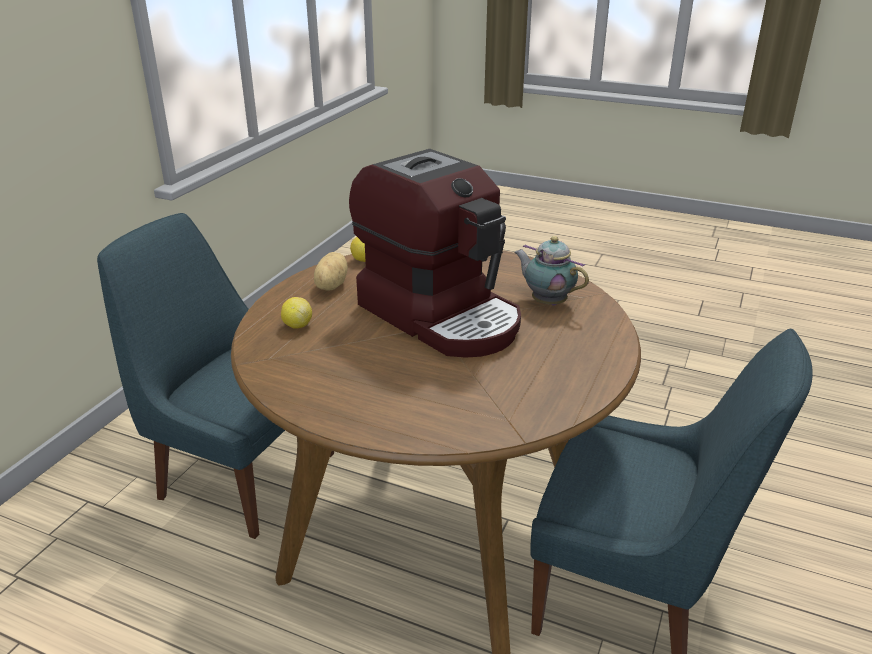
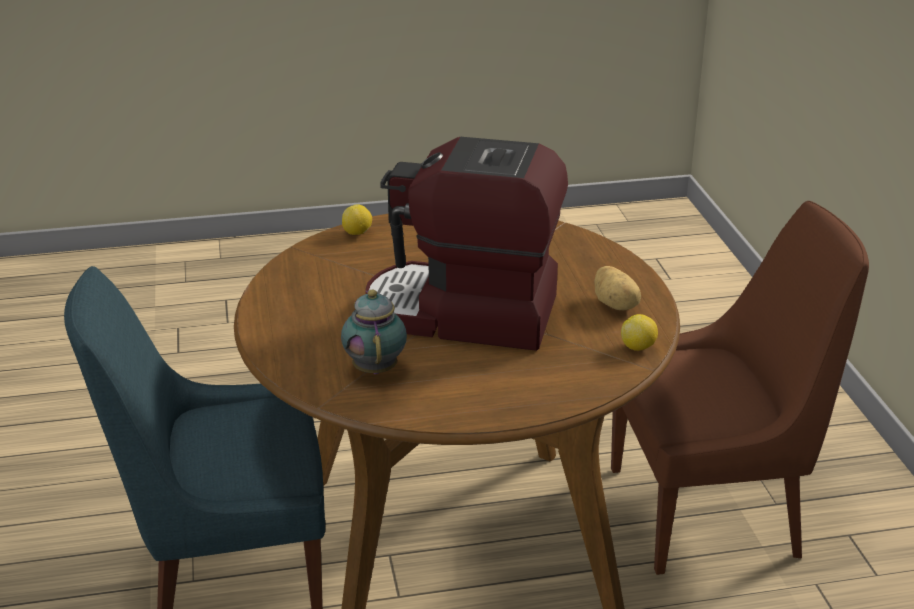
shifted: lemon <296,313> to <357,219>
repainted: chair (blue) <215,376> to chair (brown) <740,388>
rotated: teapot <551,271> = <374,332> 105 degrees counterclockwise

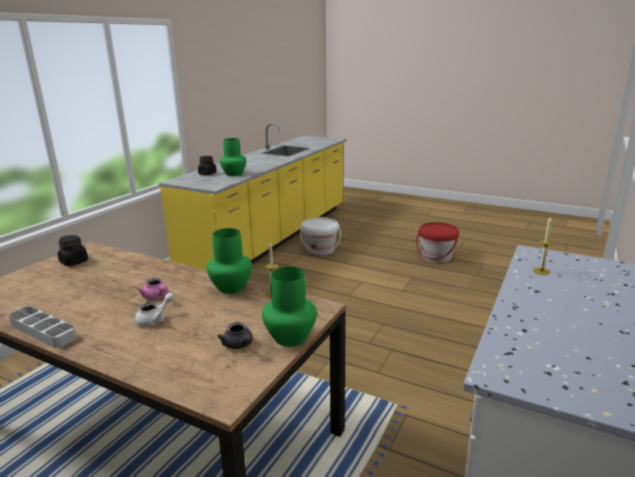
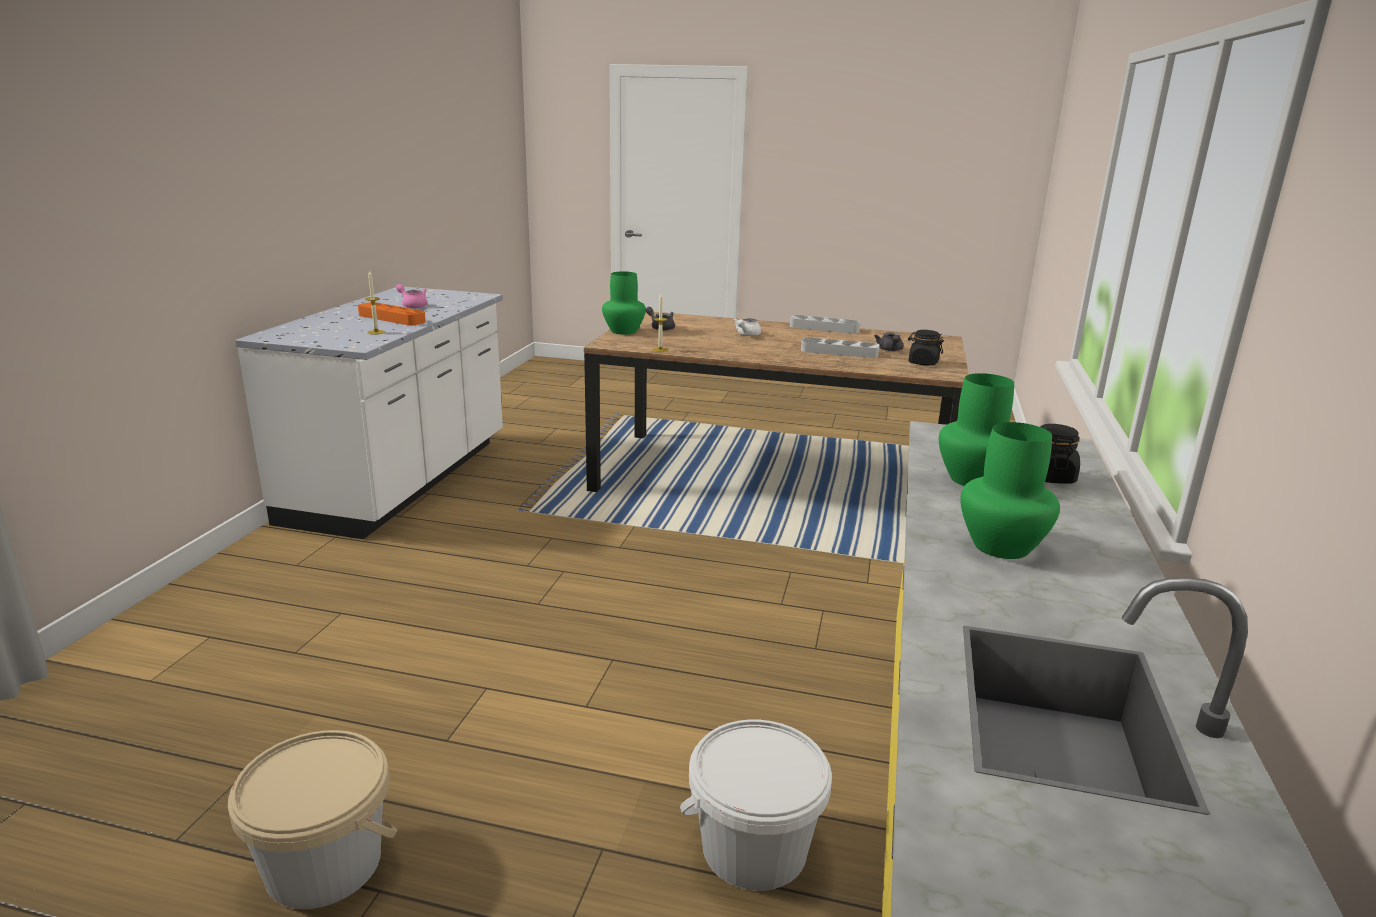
new: tray (orange) <392,314>; tray (grey) <840,347>; teapot (grey) <888,342>
shifted: teapot (pink) <152,289> to <412,296>; vase (green) <229,261> to <1010,490>
repainted: bucket (red) <437,242> to bucket (beige) <312,819>

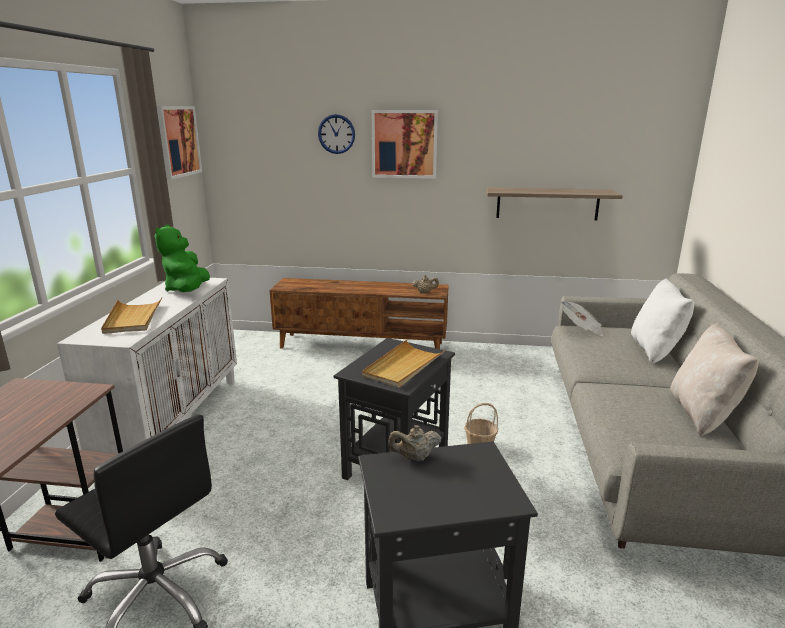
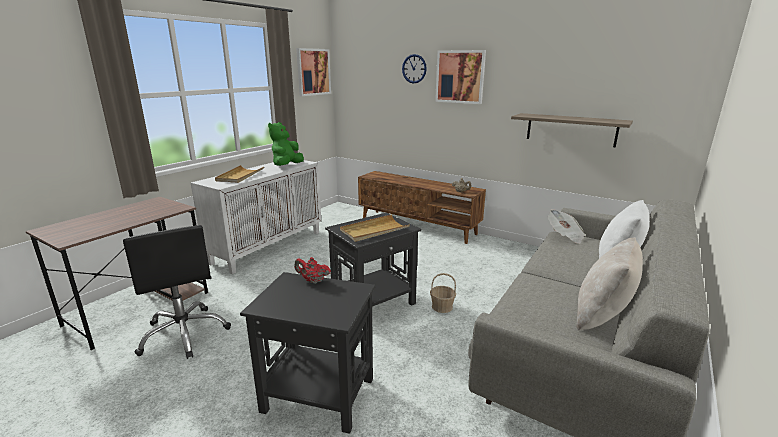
repainted: teapot (beige) <414,443> to teapot (red) <312,270>

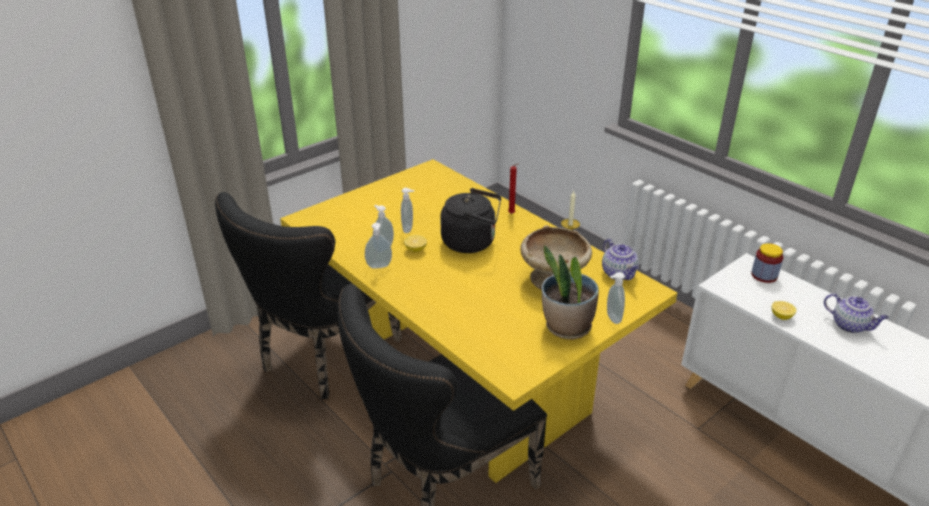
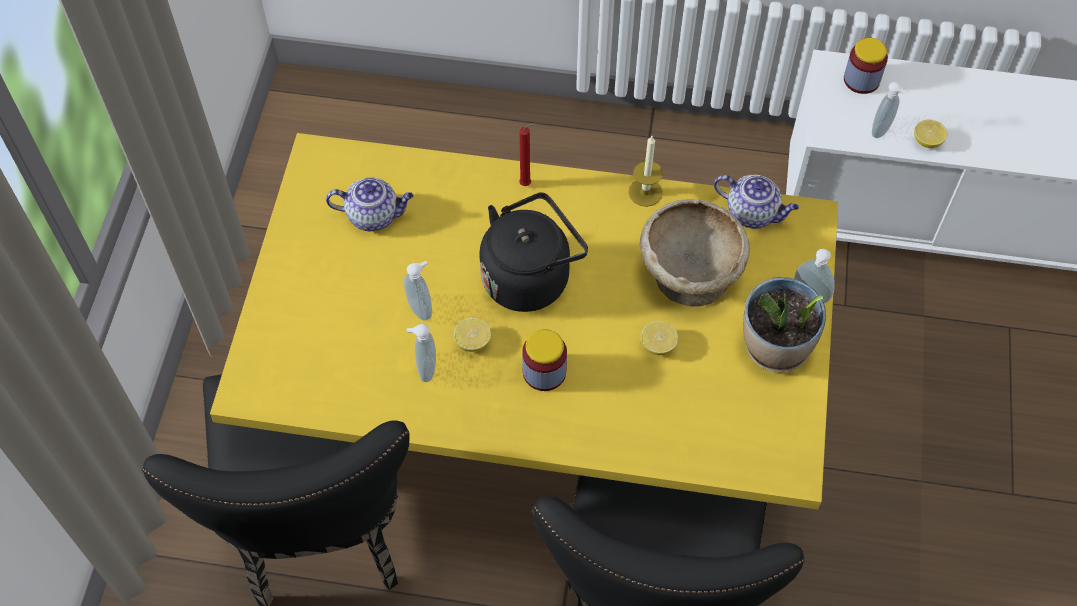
new: jar <544,360>; lemon <659,338>
shifted: soap dispenser <378,246> to <889,110>; teapot <856,313> to <370,204>

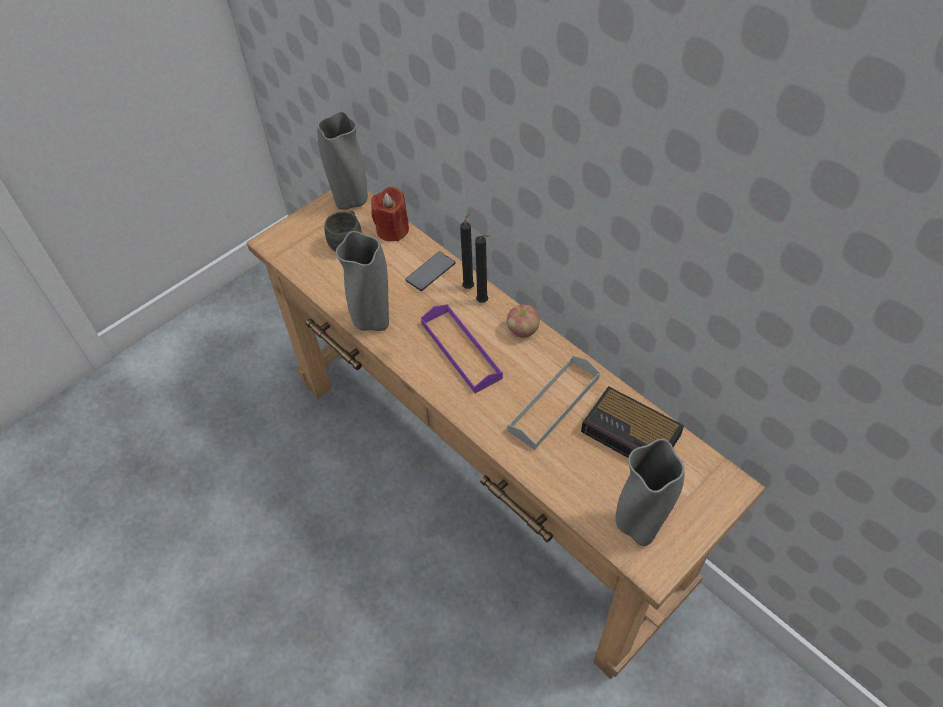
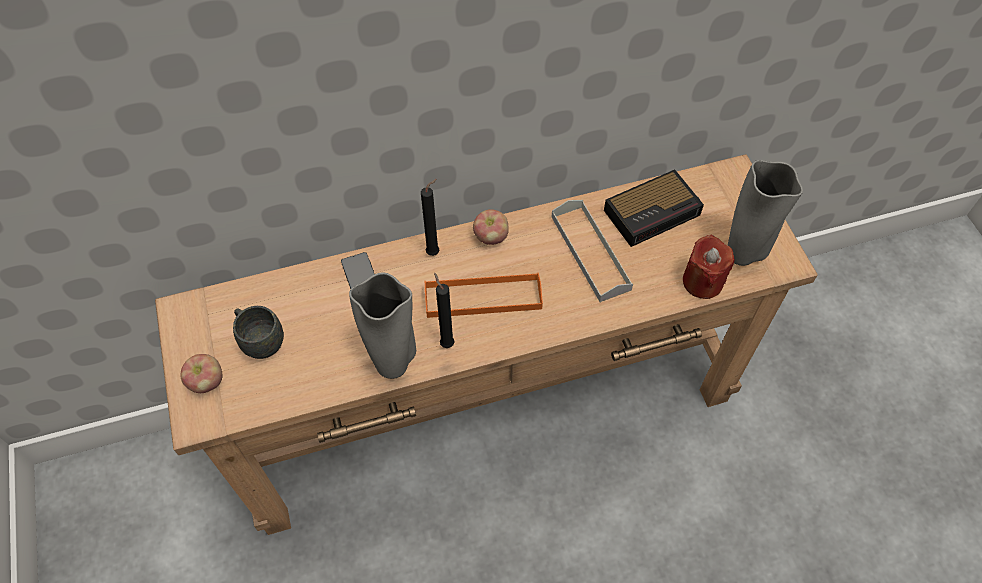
gone: vase (grey) <342,160>
new: apple <201,373>
shifted: candle (red) <390,214> to <709,267>; candle (black) <467,250> to <444,310>
repainted: tray (purple) <462,348> to tray (orange) <484,295>

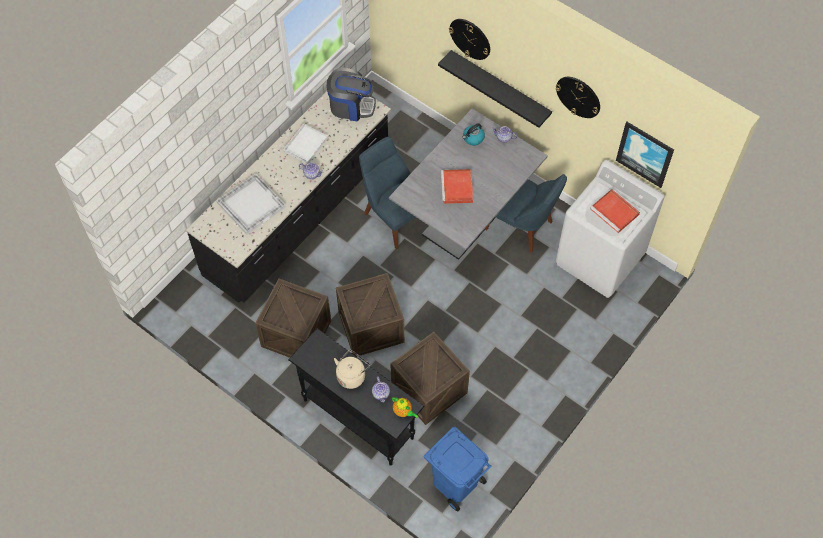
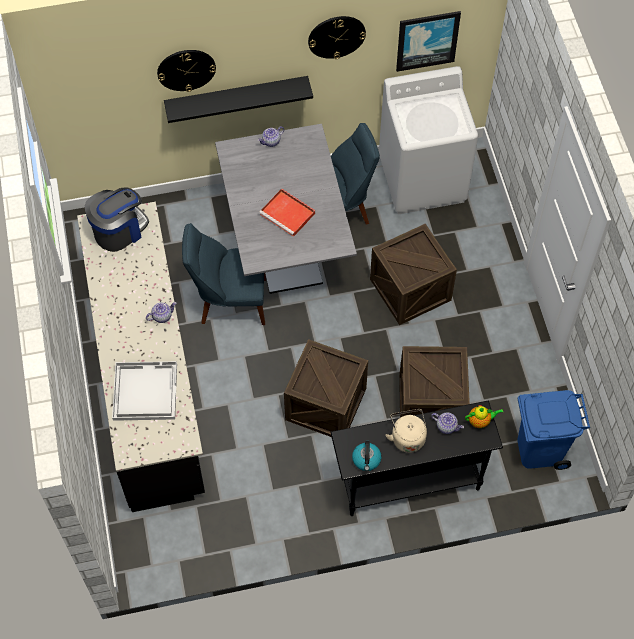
gone: tray (white) <305,143>; tray (red) <615,211>
shifted: crate <293,318> to <413,274>; kettle <474,134> to <367,456>

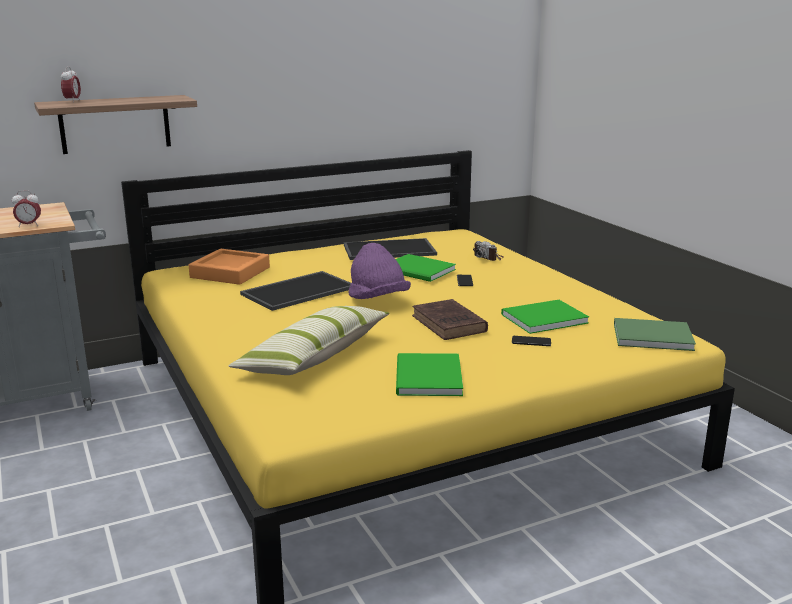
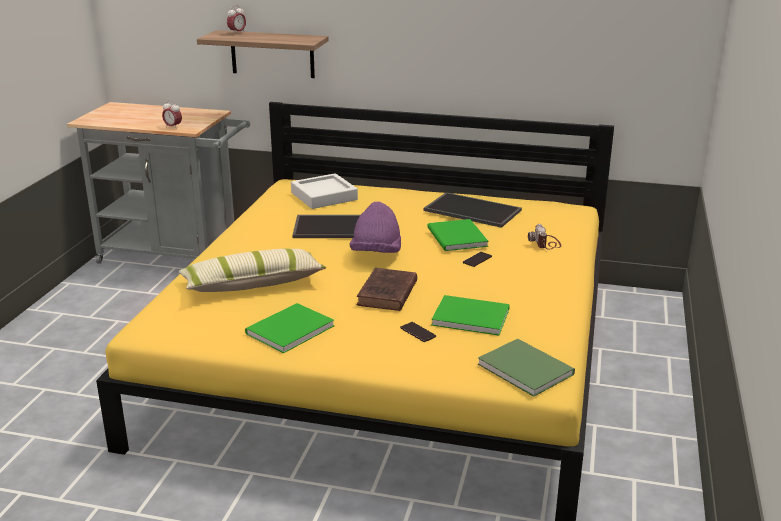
repainted: tray (orange) <229,267> to tray (grey) <324,191>

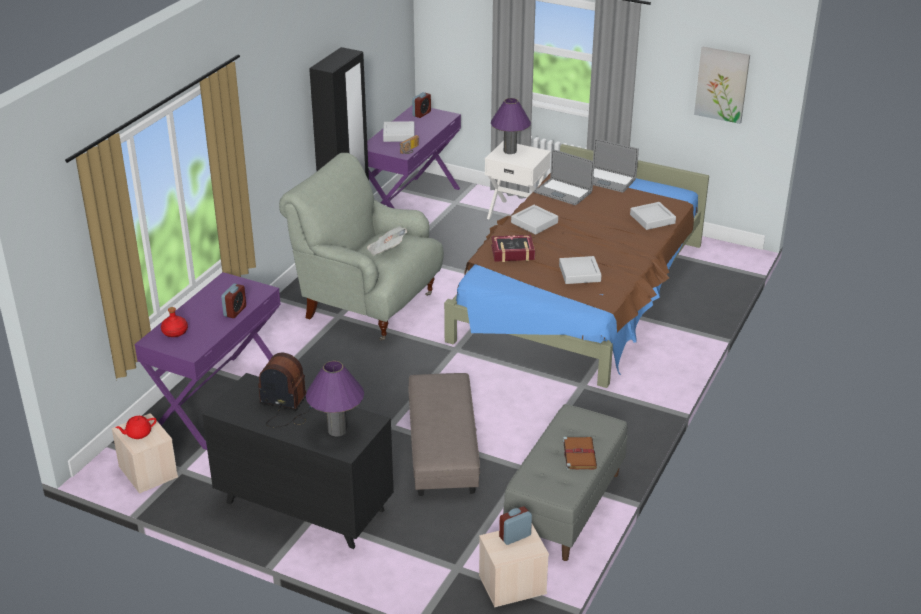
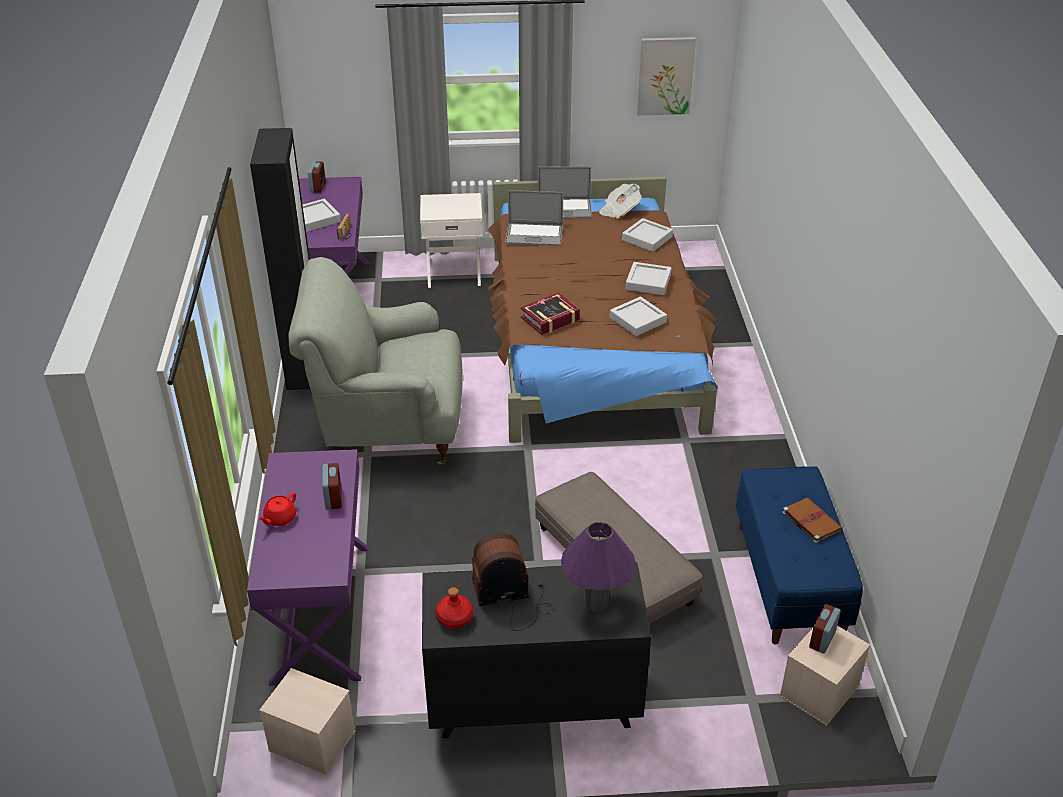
gone: table lamp (purple) <511,126>
shifted: teapot (red) <136,427> to <277,509>; bottle (red) <174,322> to <454,608>; newspaper <387,241> to <620,201>; tray (grey) <534,220> to <648,278>
repainted: bench (grey) <565,482> to bench (blue) <799,555>

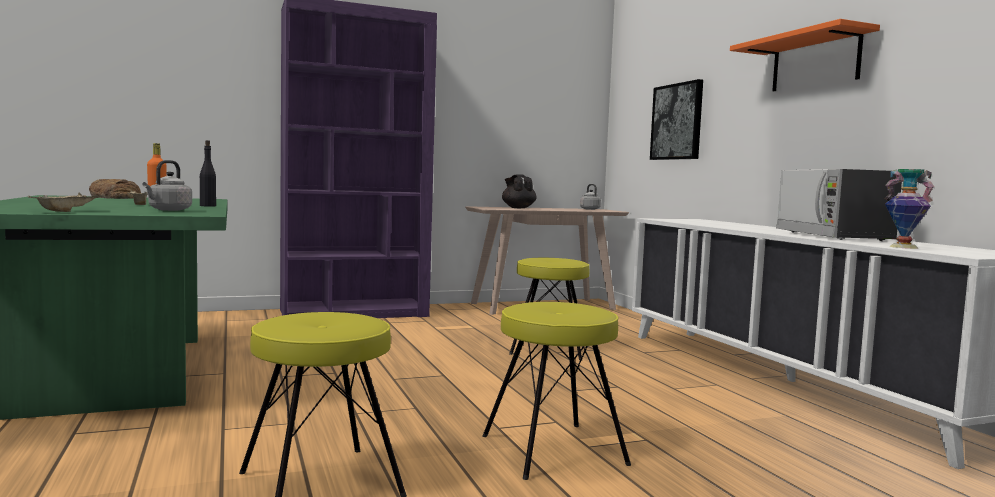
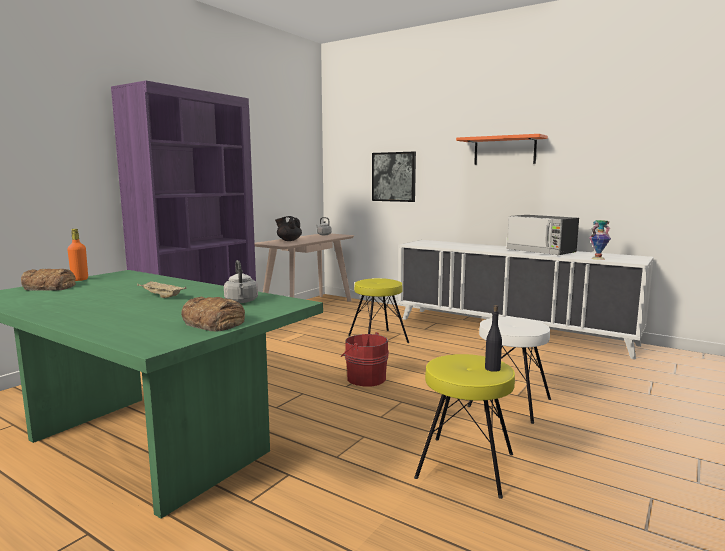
new: bucket (red) <365,359>
shifted: bottle (black) <208,173> to <493,338>
swapped: tray (beige) <66,202> to bread <213,314>
repainted: stool (yellow) <557,391> to stool (white) <509,370>

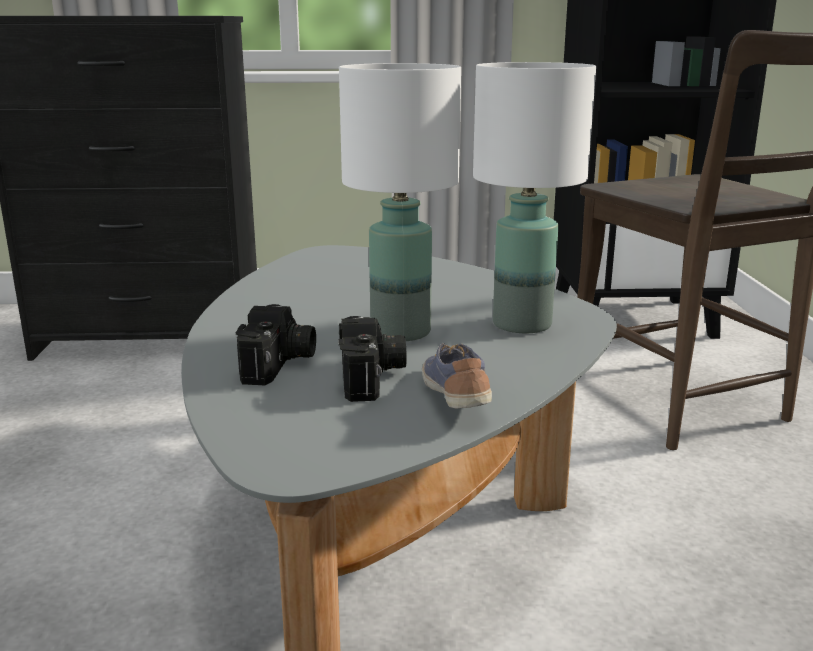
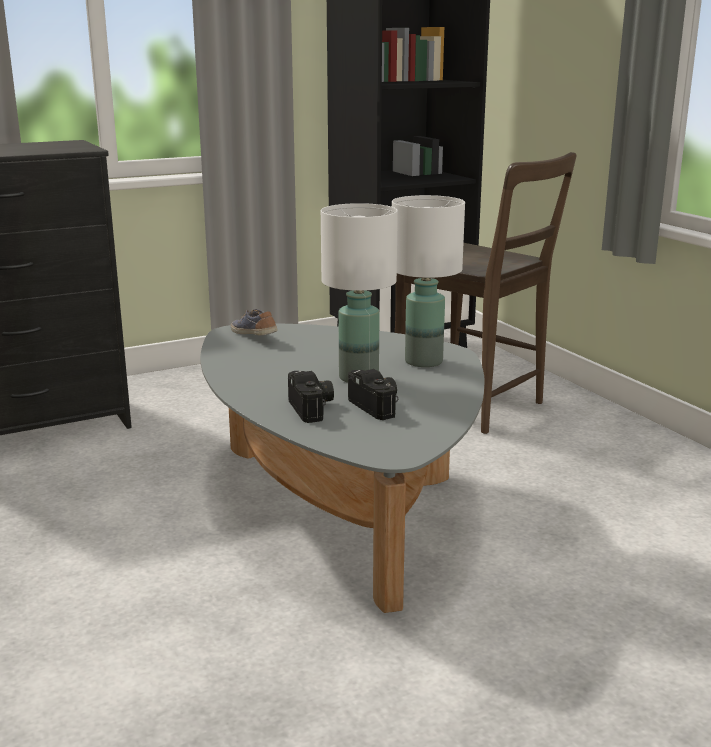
shifted: shoe <457,376> to <254,322>

